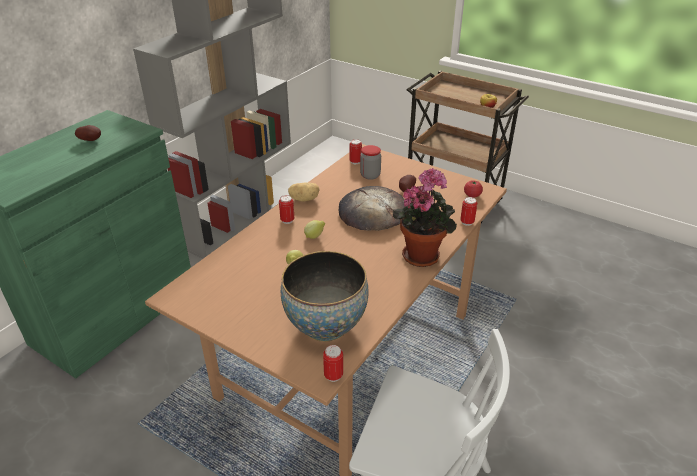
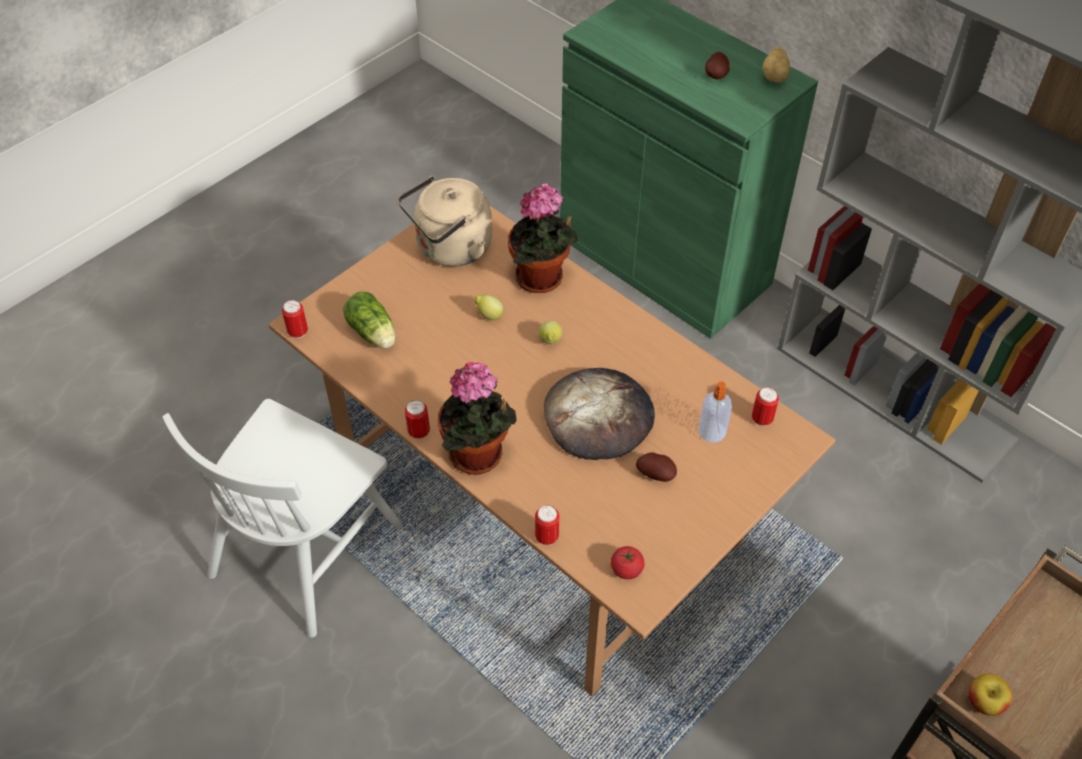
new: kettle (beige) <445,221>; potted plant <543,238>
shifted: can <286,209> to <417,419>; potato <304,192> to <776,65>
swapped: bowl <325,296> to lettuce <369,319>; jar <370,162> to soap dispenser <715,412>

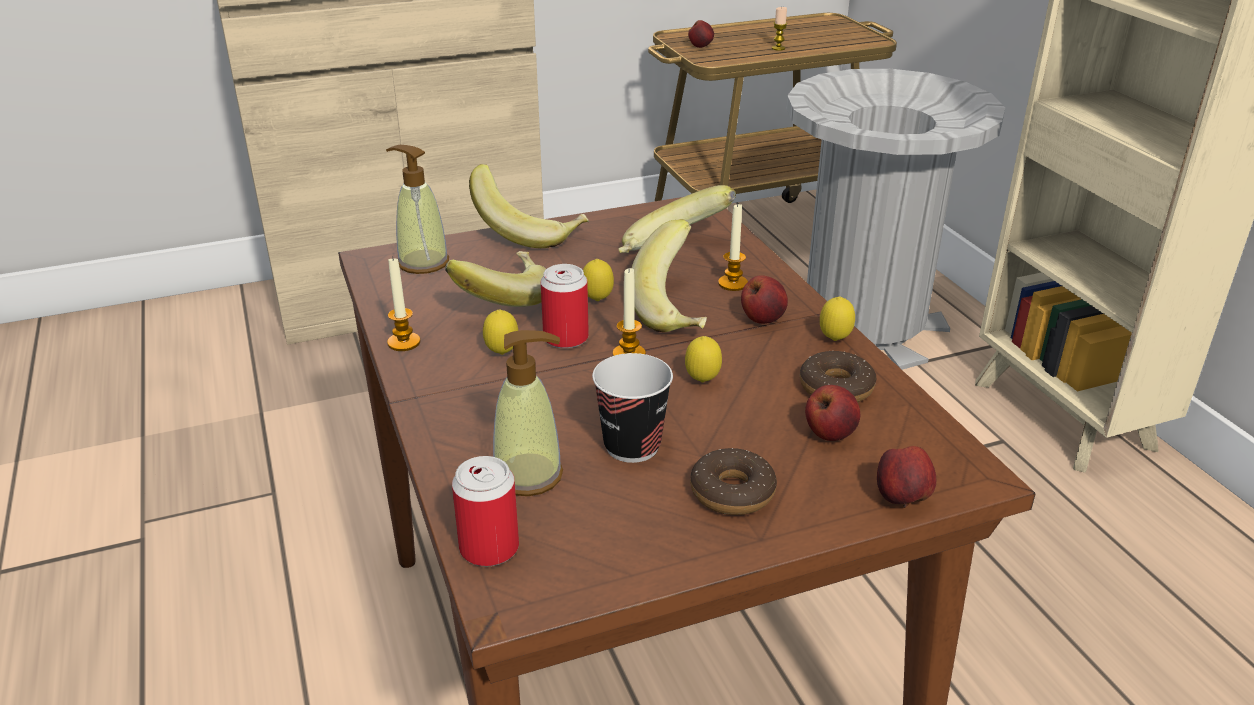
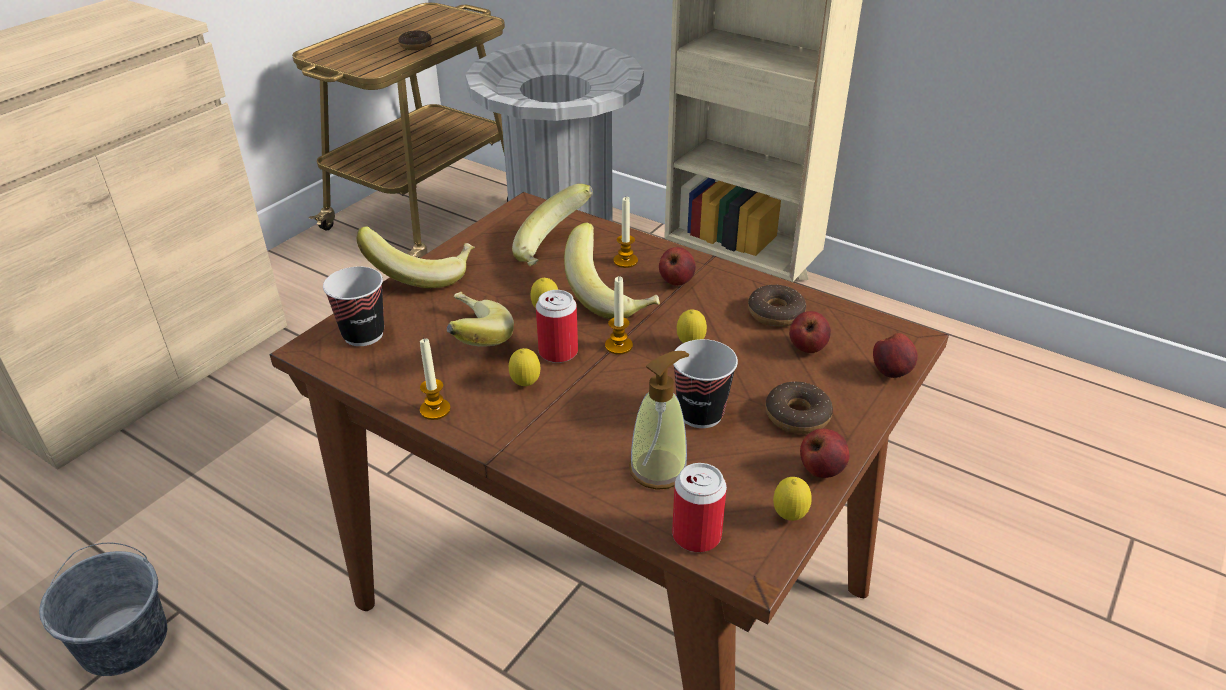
new: bucket (grey) <103,609>
shifted: apple <701,34> to <824,453>; lemon <837,318> to <792,499>
swapped: soap dispenser <417,209> to cup <353,306>; candle <779,29> to donut <415,40>

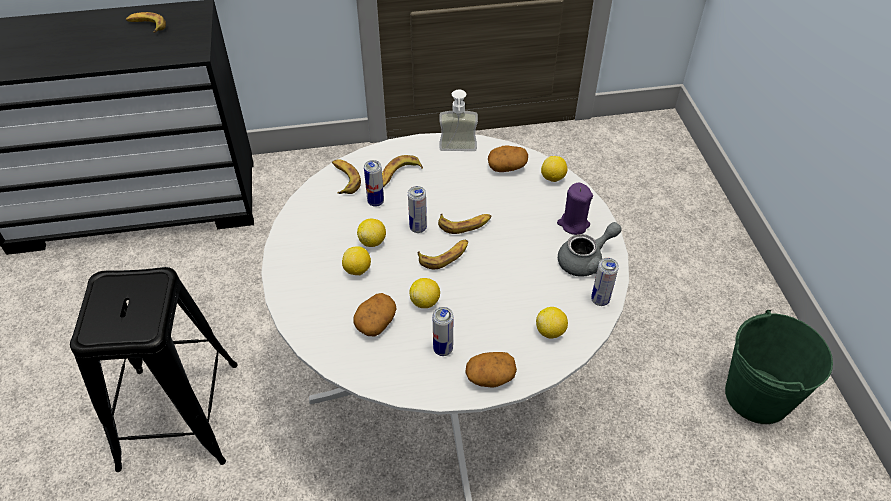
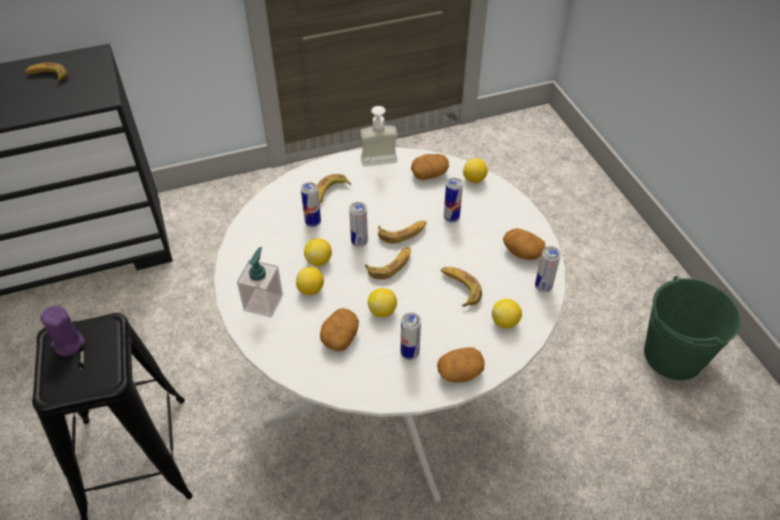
new: soap dispenser <260,282>; can <453,200>
shifted: banana <346,176> to <461,287>; candle (purple) <575,209> to <62,330>
swapped: teapot (grey) <590,249> to potato <524,244>

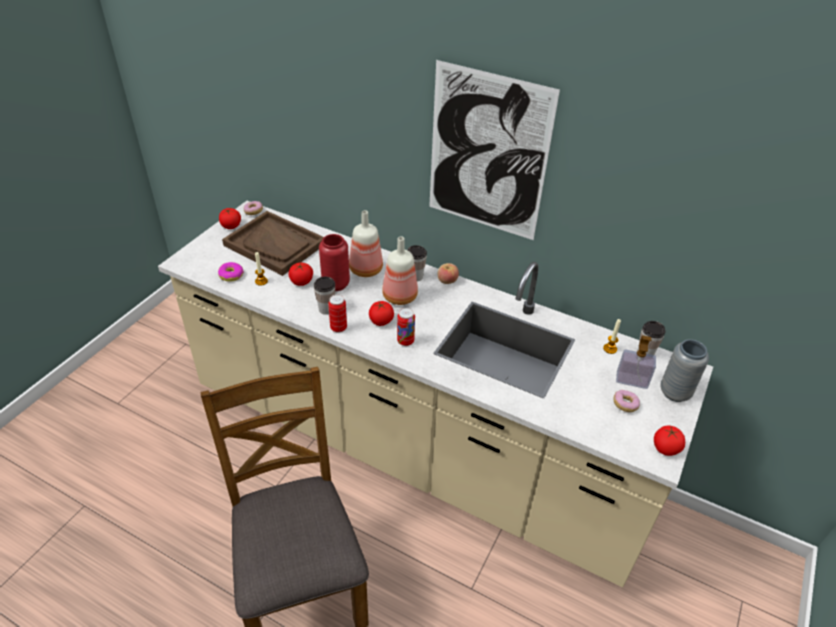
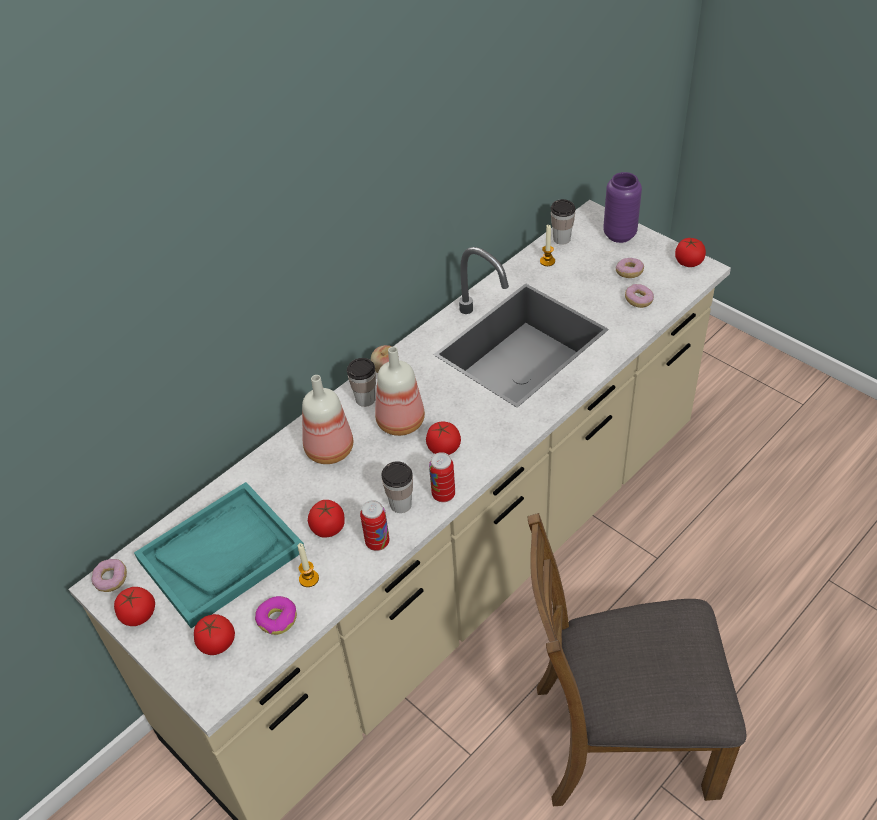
gone: vase (red) <334,262>; picture <494,150>; soap dispenser <636,362>
new: tomato <214,634>; donut <639,296>
shifted: can <406,327> to <375,525>
repainted: tray (brown) <273,243> to tray (turquoise) <219,555>; vase (grey) <684,370> to vase (purple) <622,207>

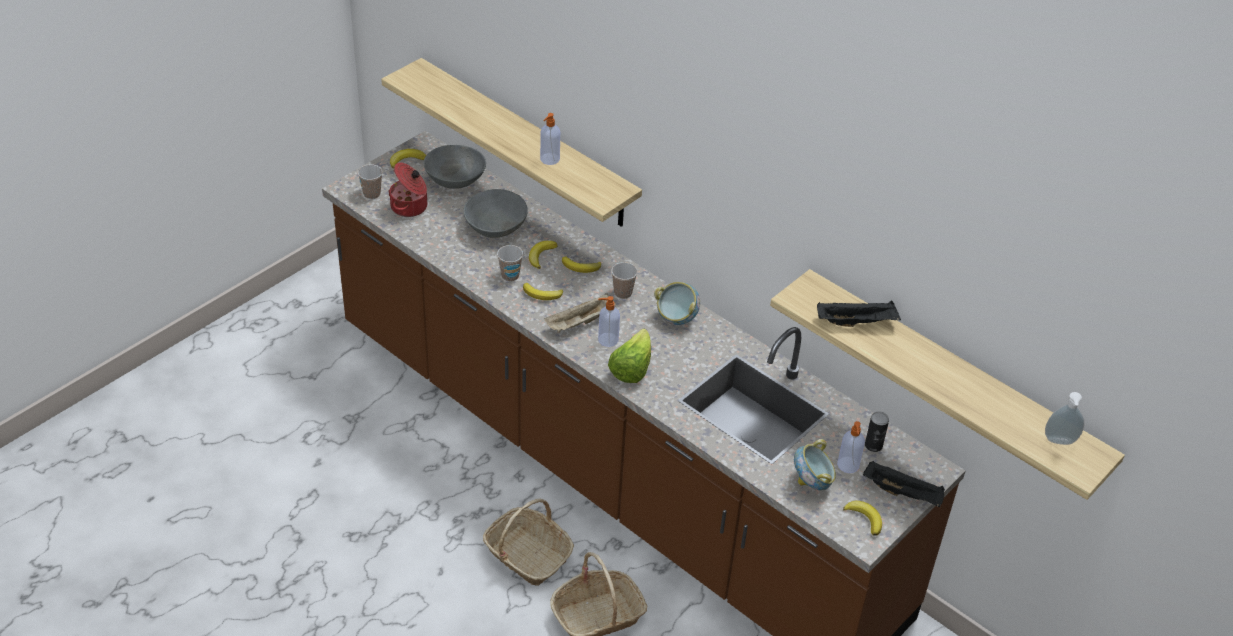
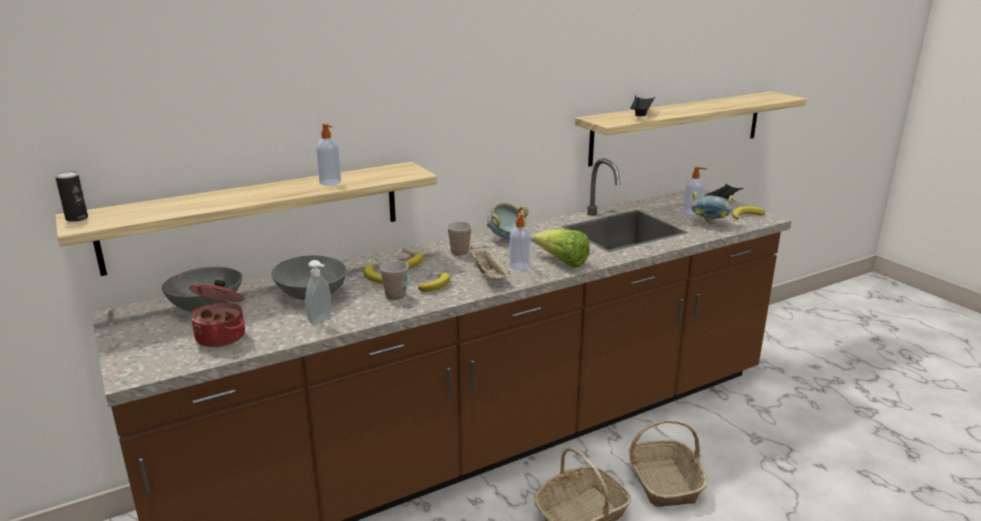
gone: cup <370,182>; banana <408,159>
shifted: can <877,431> to <71,196>; soap dispenser <1064,418> to <318,292>

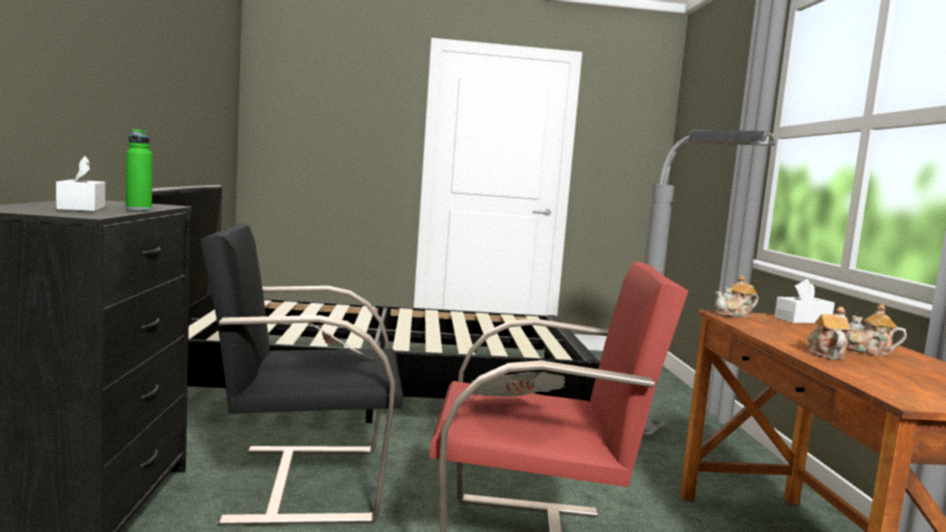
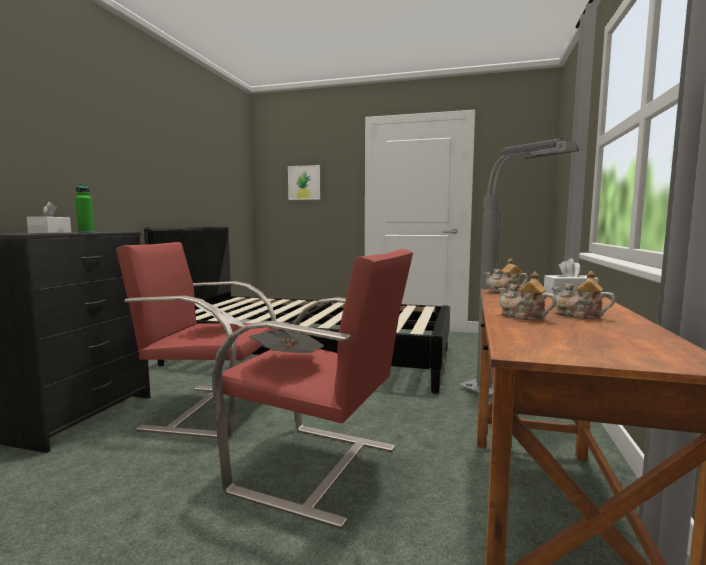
new: picture <304,182>
repainted: armchair (black) <301,374> to armchair (red) <197,340>
rotated: teapot <829,333> = <527,296> 75 degrees counterclockwise

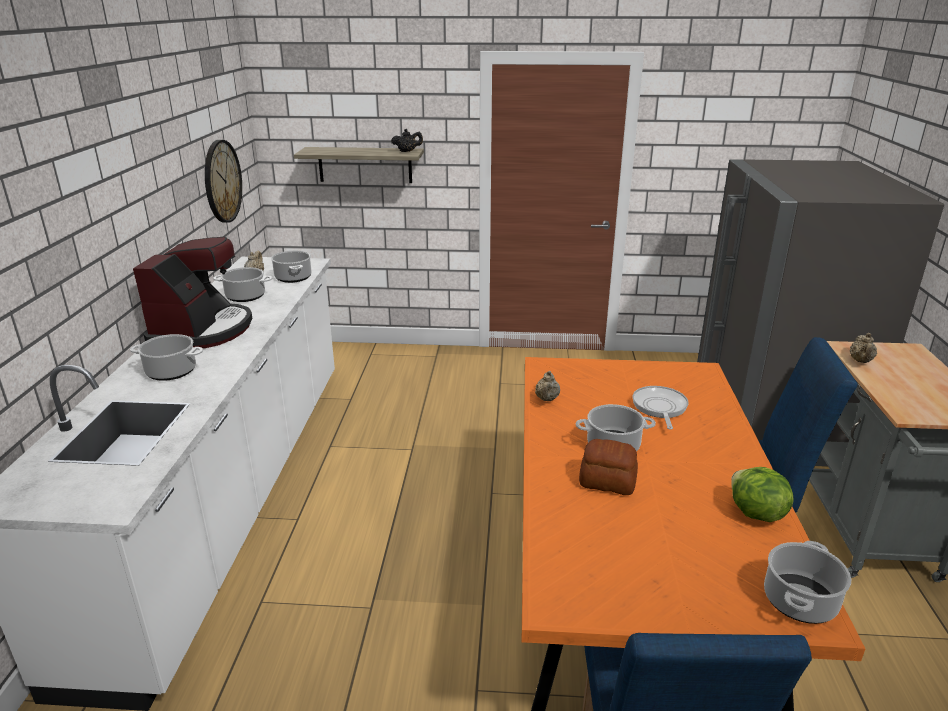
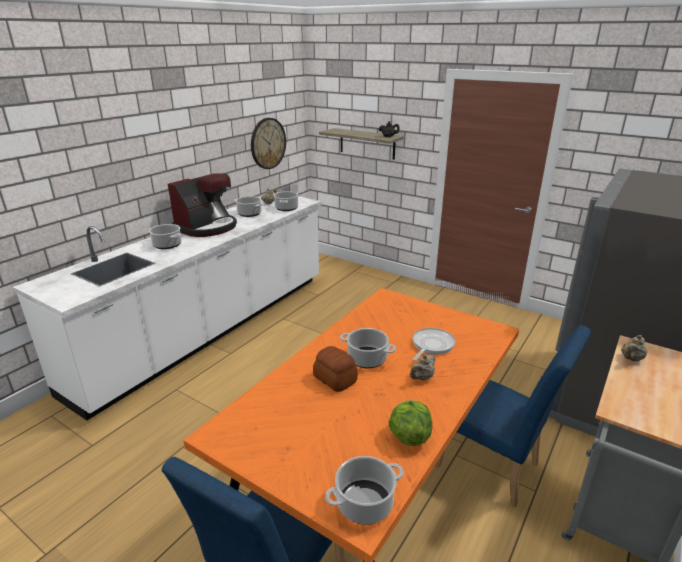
shifted: teapot (beige) <547,386> to <422,367>

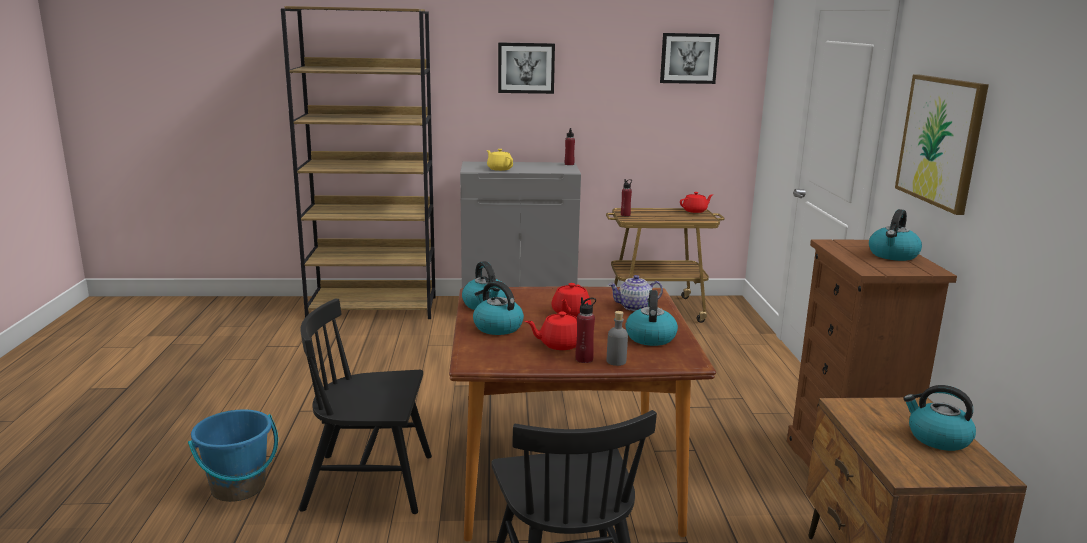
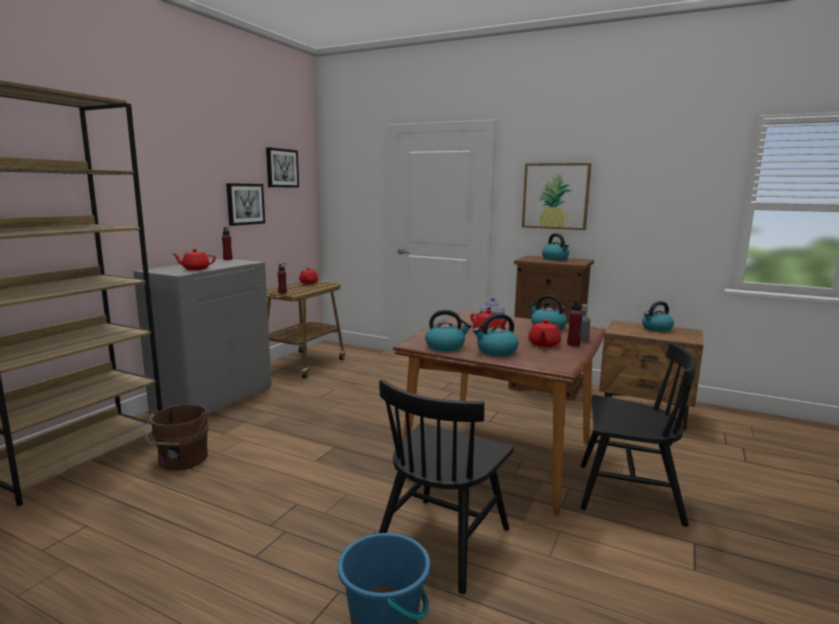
new: bucket (brown) <177,438>
shifted: picture <526,68> to <245,204>
repainted: teapot (yellow) <500,160> to teapot (red) <194,259>

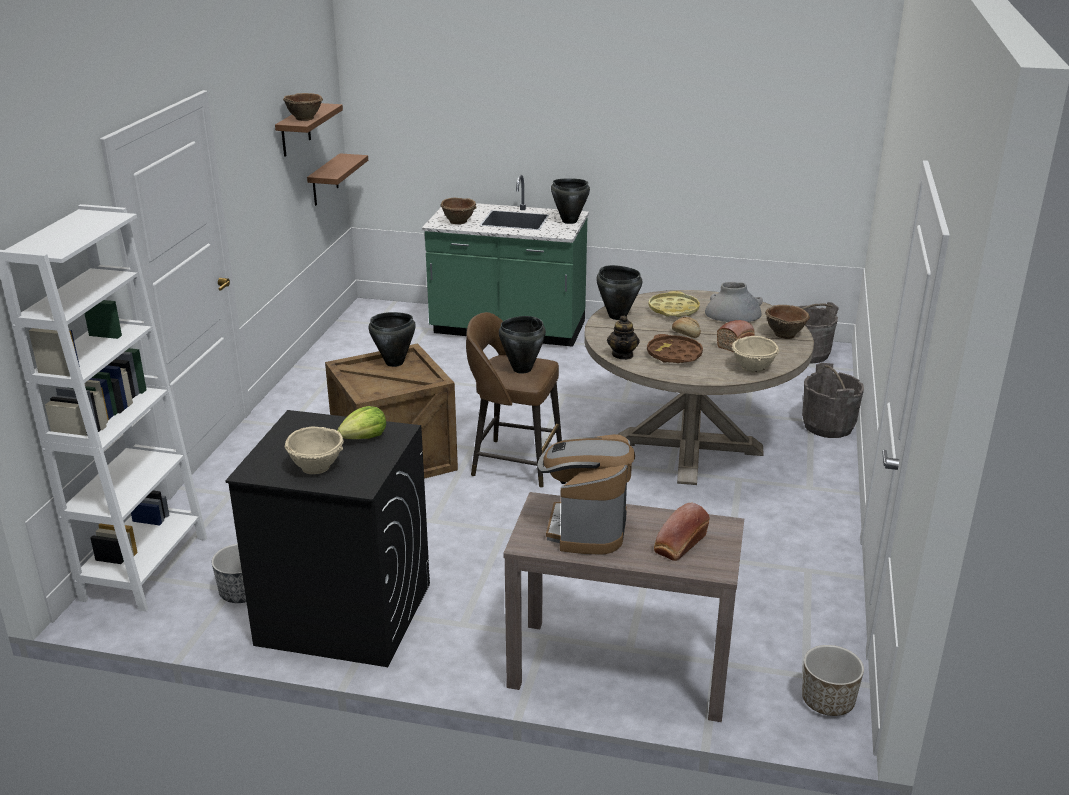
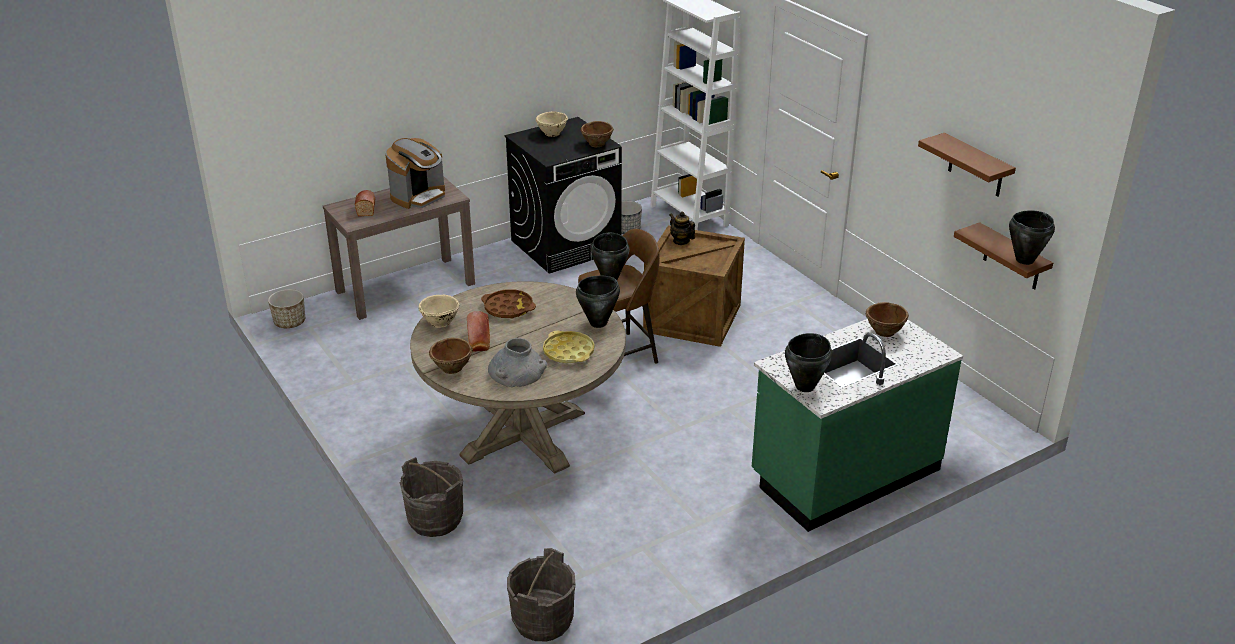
gone: lettuce <361,422>; bread <686,327>
shifted: bowl (brown) <303,107> to <597,134>; cooking pot (black) <392,339> to <1032,237>; teapot <623,338> to <682,228>
rotated: coffee machine <586,494> = <415,173> 75 degrees clockwise

